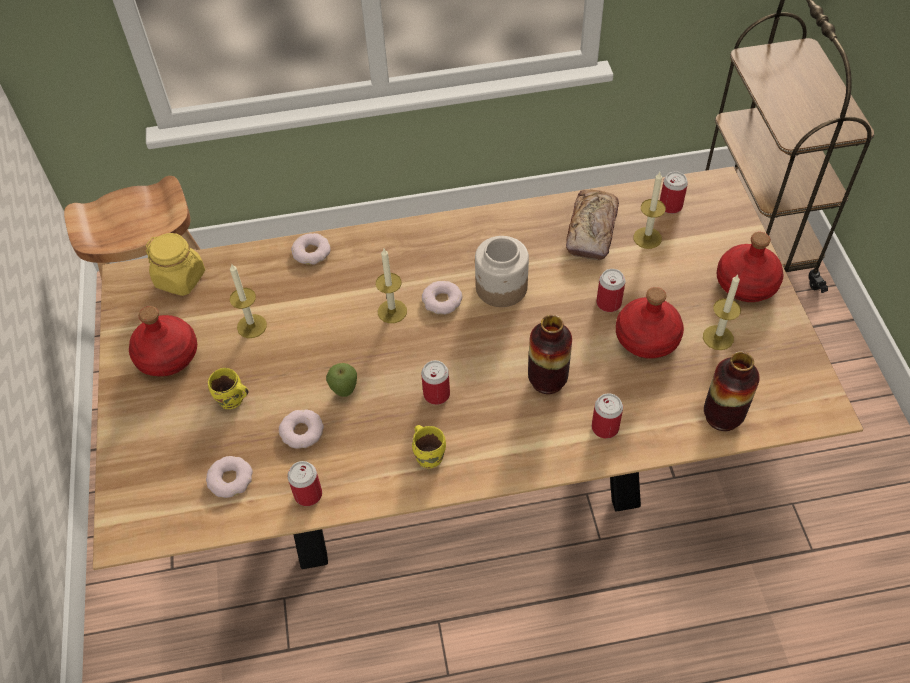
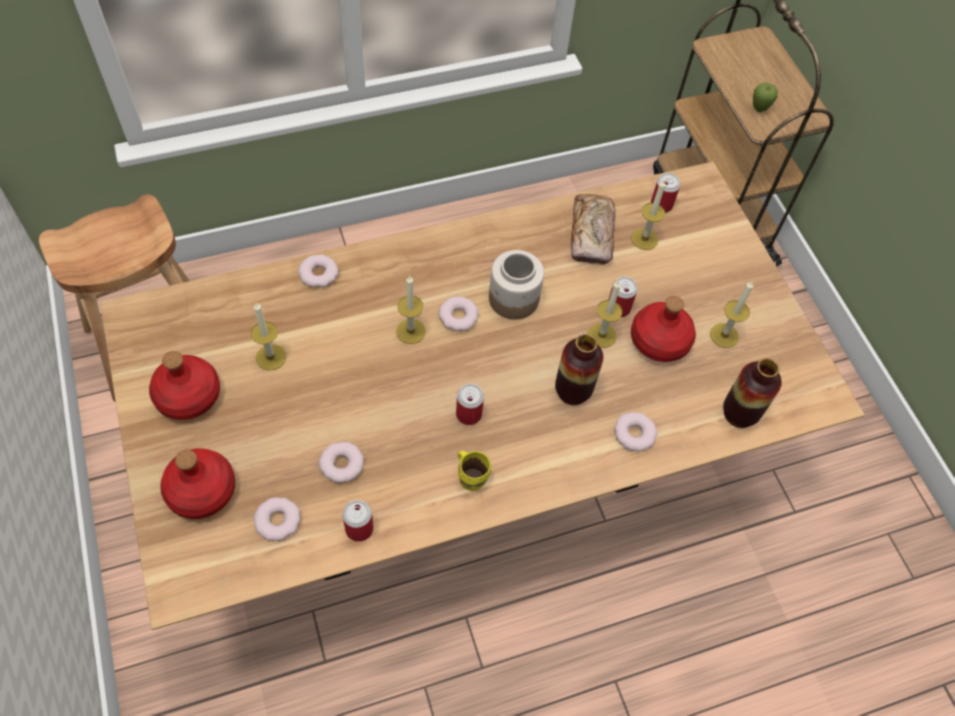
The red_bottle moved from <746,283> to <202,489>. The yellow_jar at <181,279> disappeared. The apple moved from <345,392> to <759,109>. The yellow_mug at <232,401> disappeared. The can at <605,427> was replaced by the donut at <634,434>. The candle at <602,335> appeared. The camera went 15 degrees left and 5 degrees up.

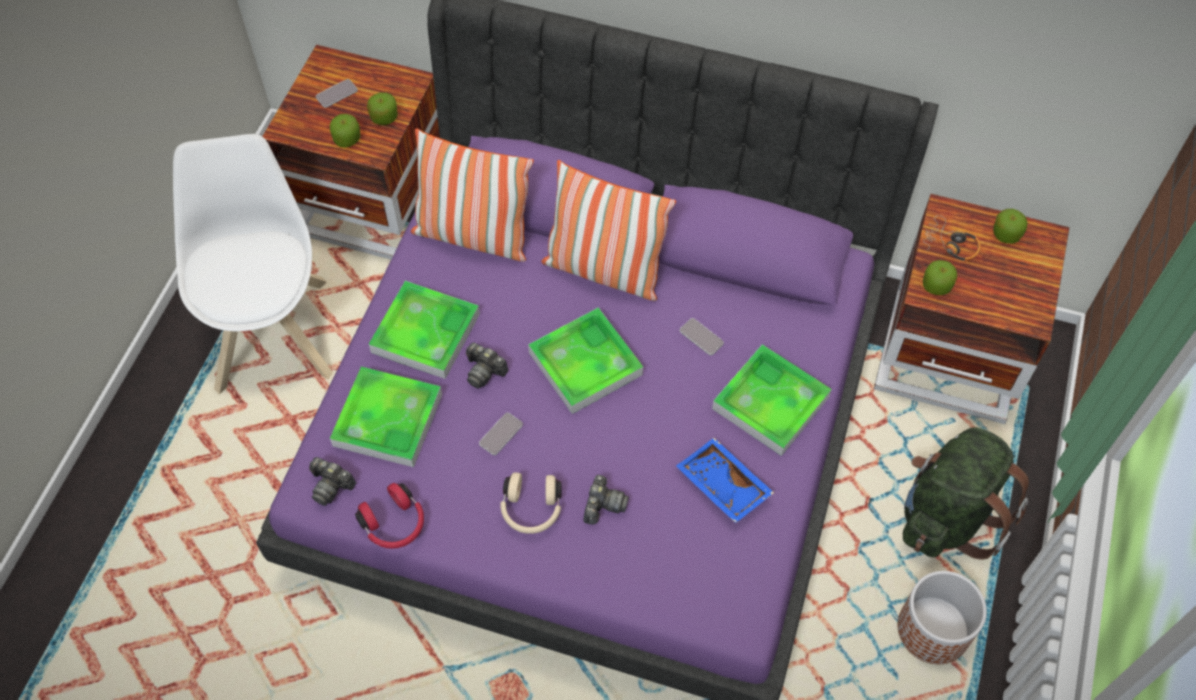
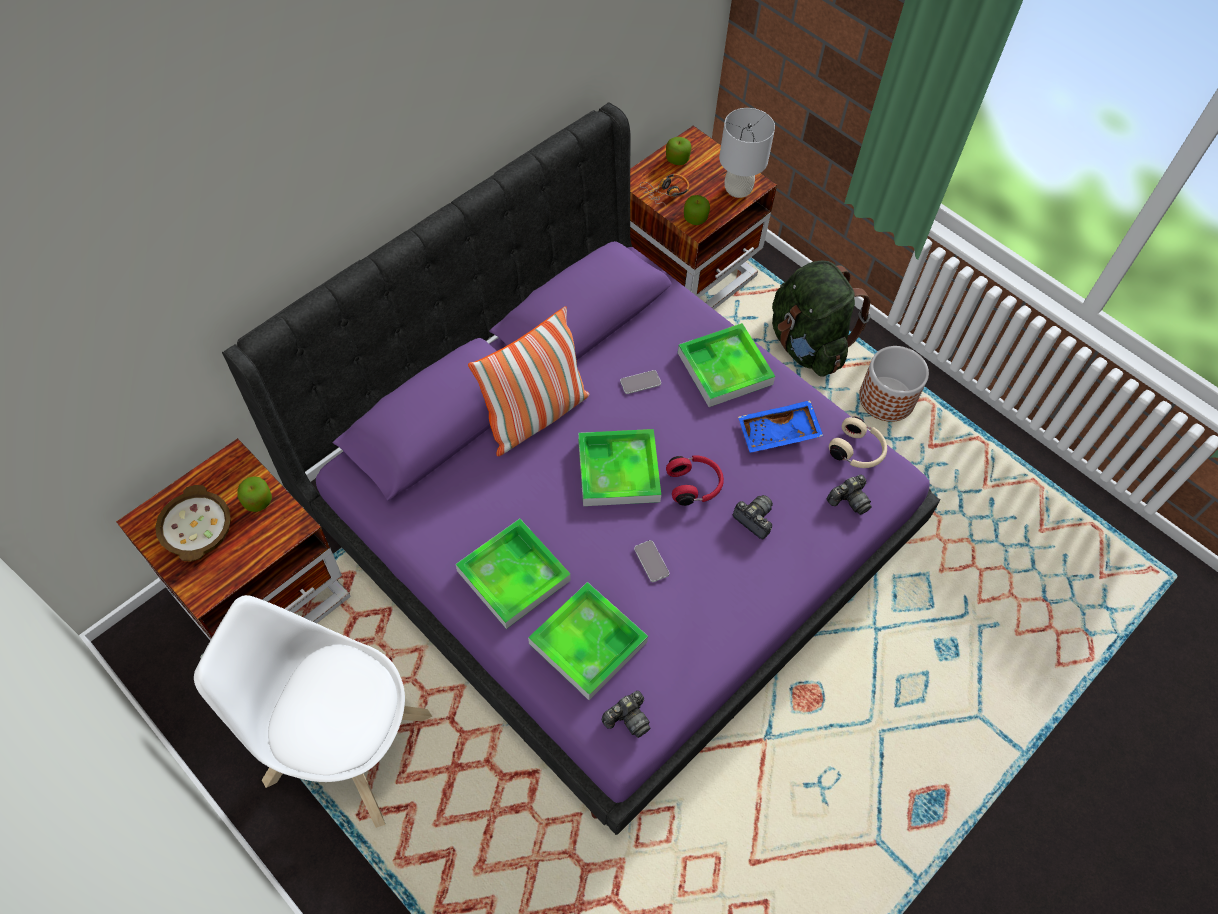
The phone at <336,94> was replaced by the bowl at <196,529>. The apple at <347,139> disappeared. The pillow at <473,236> disappeared. The photo_camera moved from <484,371> to <849,500>. The beige_headphones moved from <531,510> to <857,451>. The red_headphones moved from <394,524> to <694,485>. The grey_table_lamp at <739,190> appeared. The camera went 65 degrees left and 0 degrees up.

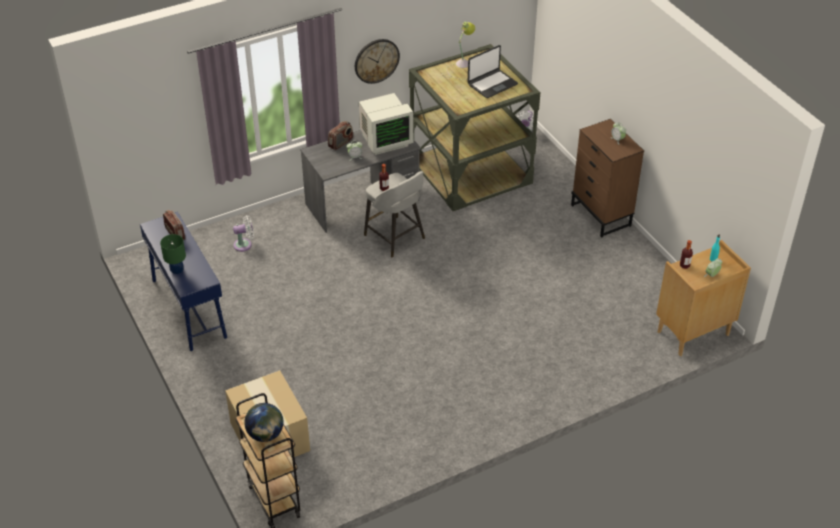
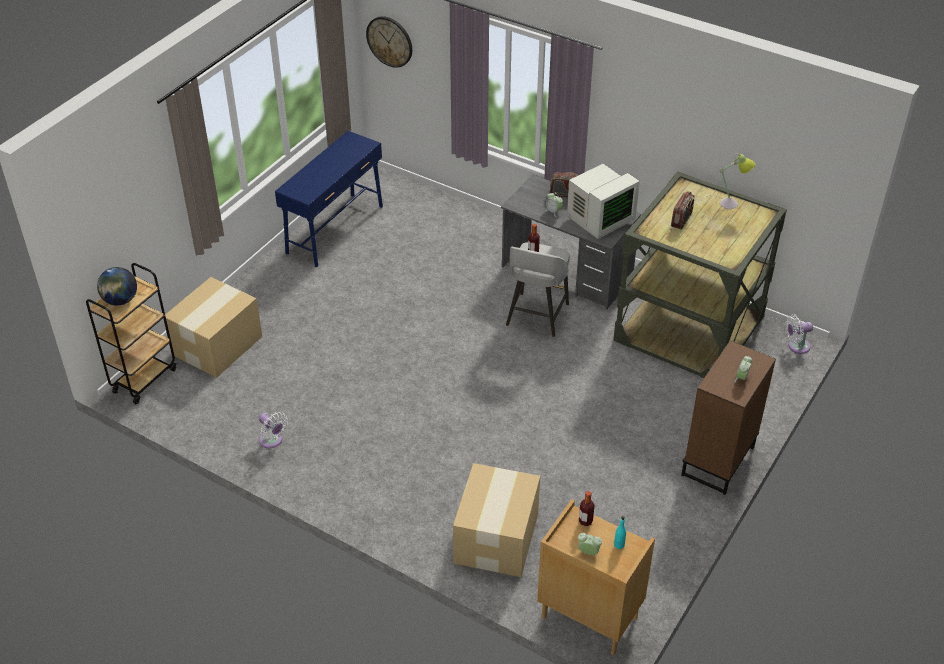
The wall_clock moved from <376,60> to <389,41>. The laptop at <492,84> disappeared. The monitor at <385,140> turned 75 degrees counterclockwise. The radio moved from <175,233> to <681,220>. The white_fan moved from <244,245> to <272,441>. The green_table_lamp at <176,271> disappeared. The cardboard_box at <495,539> appeared. The camera went 60 degrees right and 0 degrees up.

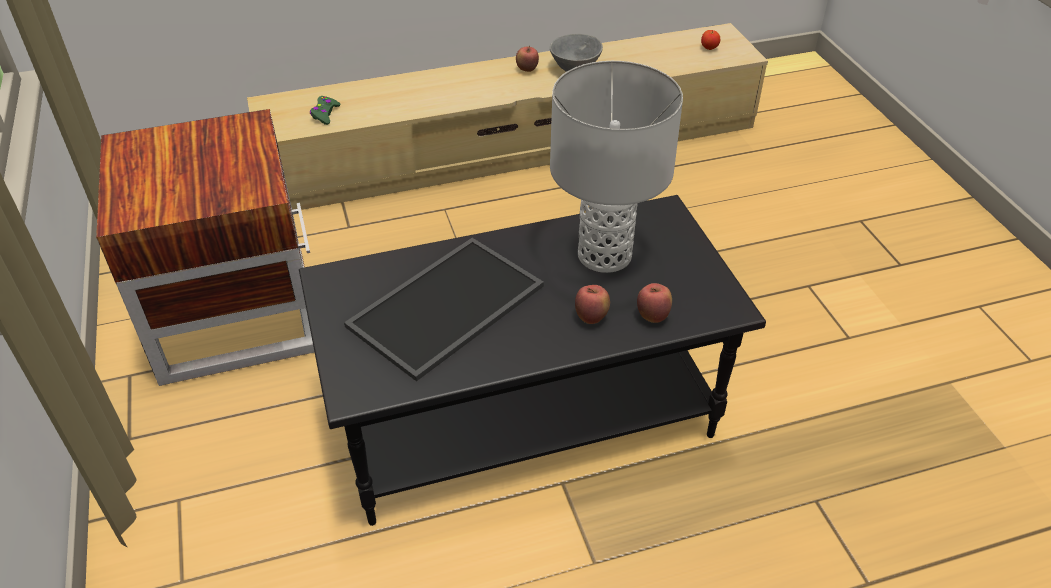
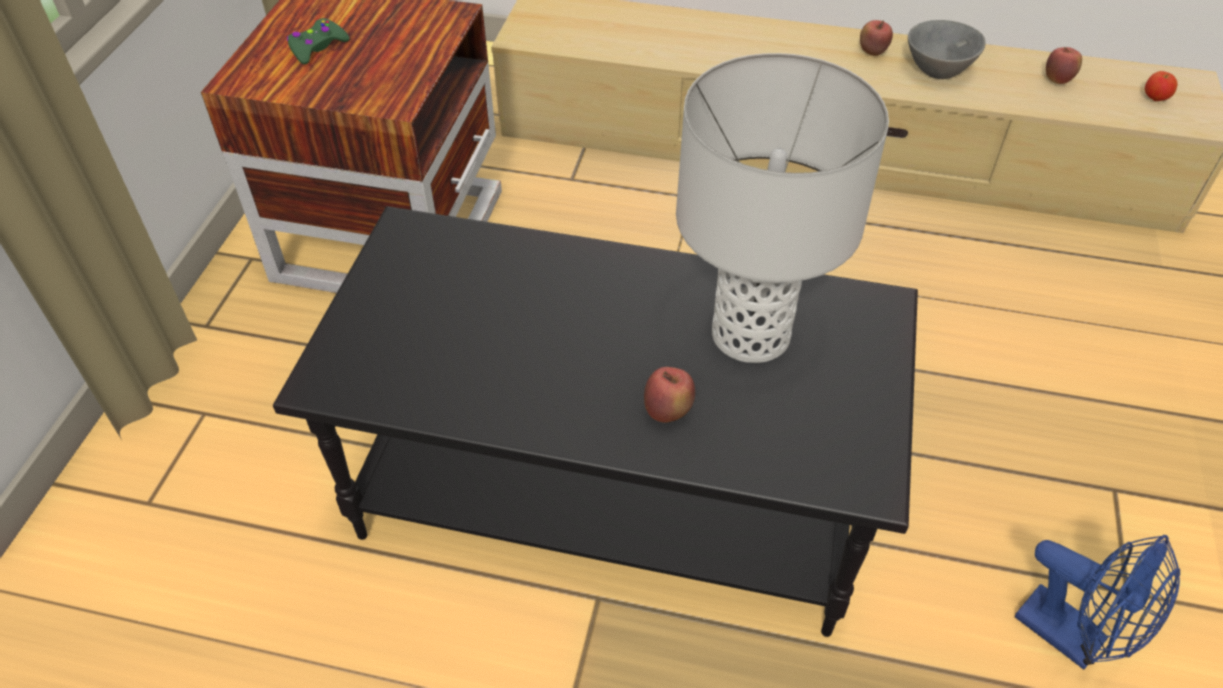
The green_game_controller moved from <325,114> to <317,48>. The tray at <447,308> disappeared. The apple moved from <653,316> to <1057,80>. The blue_fan at <1073,637> appeared. The camera went 30 degrees right and 5 degrees up.

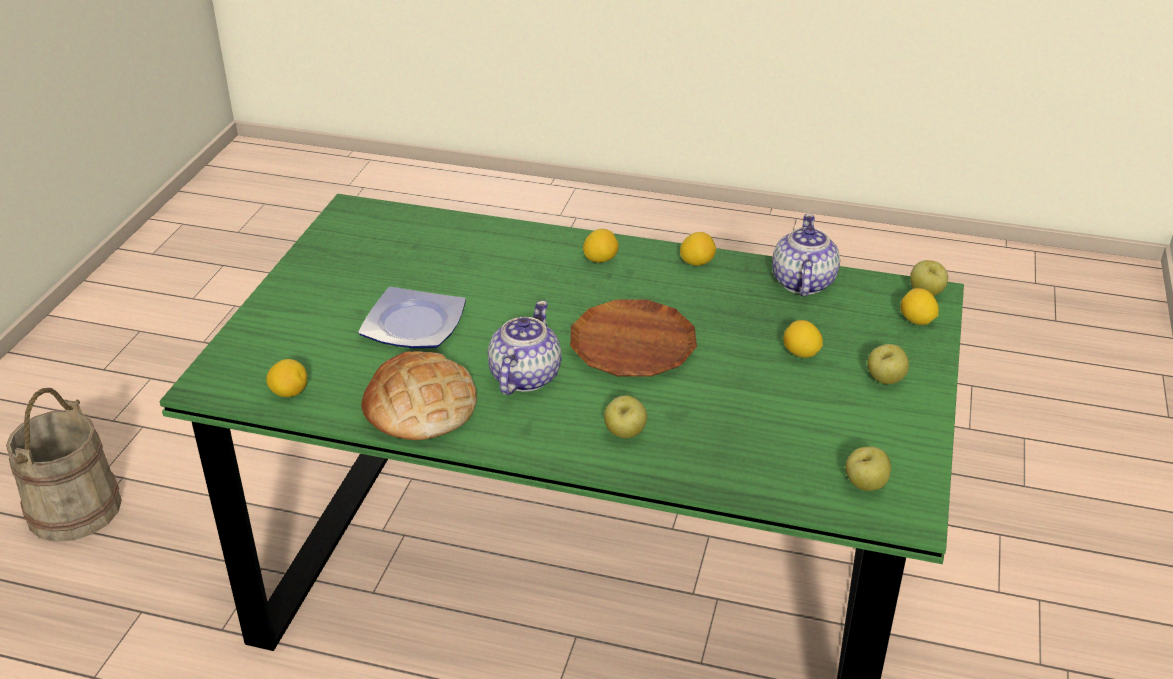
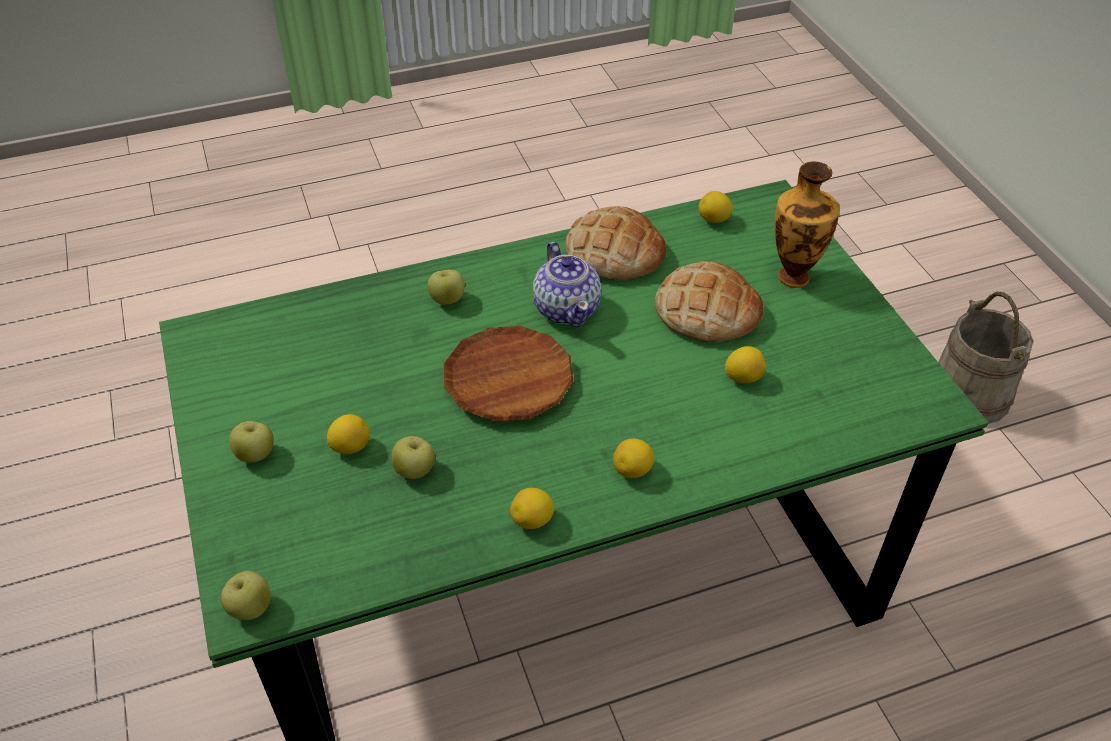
The teapot at <802,283> disappeared. The plate at <411,325> was replaced by the bread at <707,310>. The lemon moved from <916,321> to <743,377>. The apple moved from <865,485> to <415,470>. The vase at <793,275> appeared. The camera went 145 degrees right and 10 degrees up.

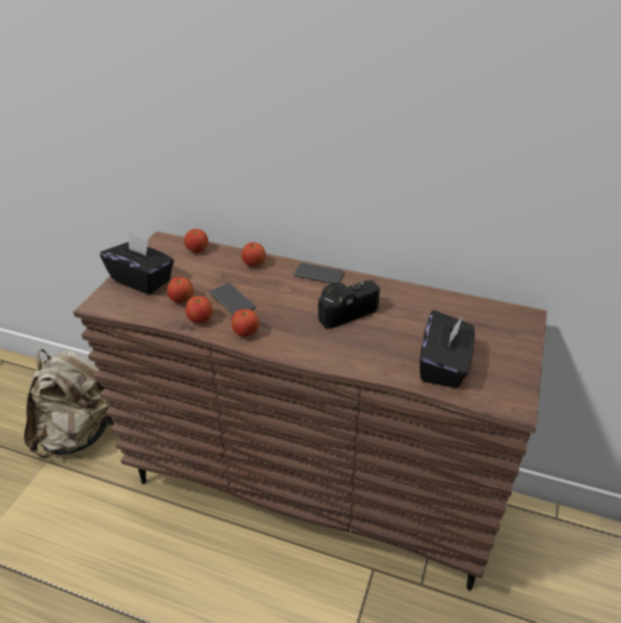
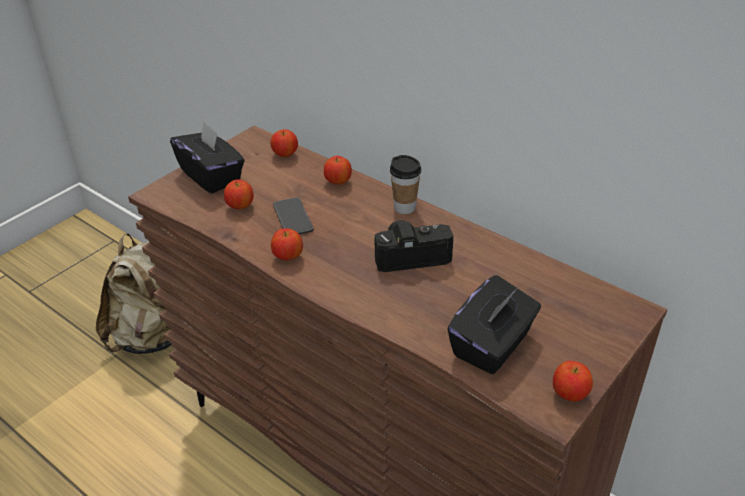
The phone at <319,274> was replaced by the cup at <404,207>. The apple moved from <200,320> to <569,394>. The camera went 20 degrees right and 0 degrees up.

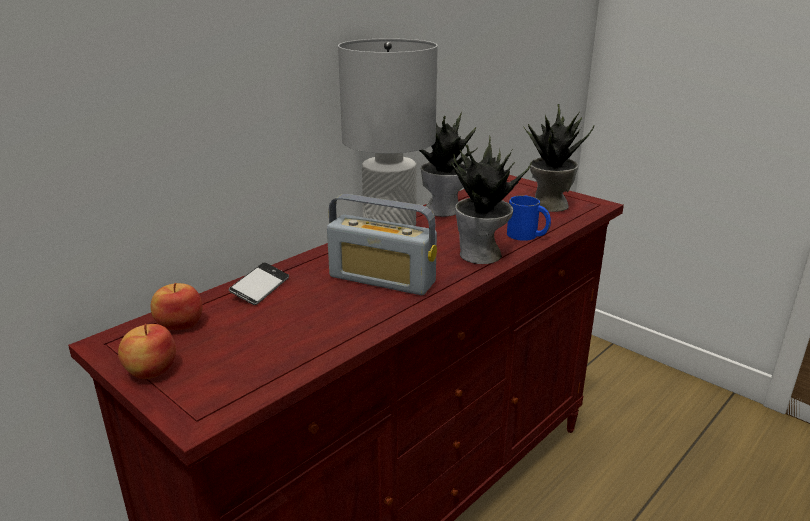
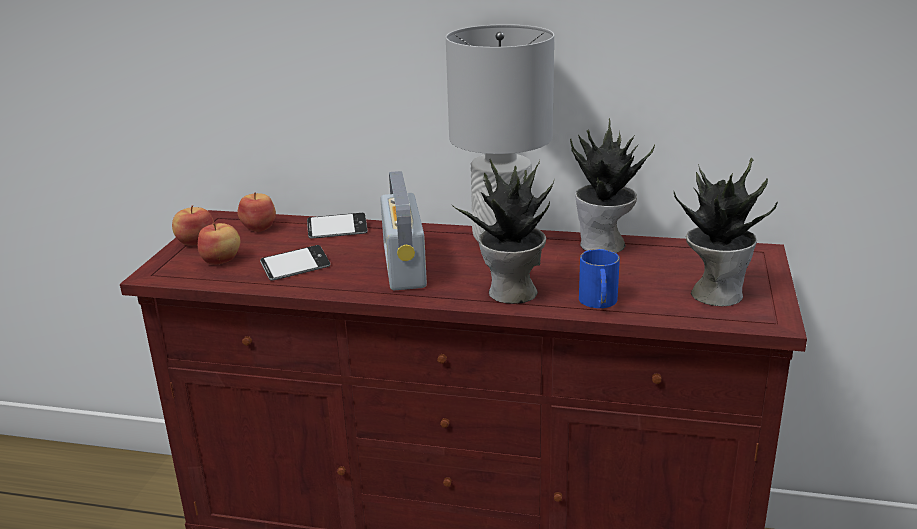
The apple at <222,260> appeared. The phone at <296,268> appeared. The camera went 60 degrees right and 0 degrees up.

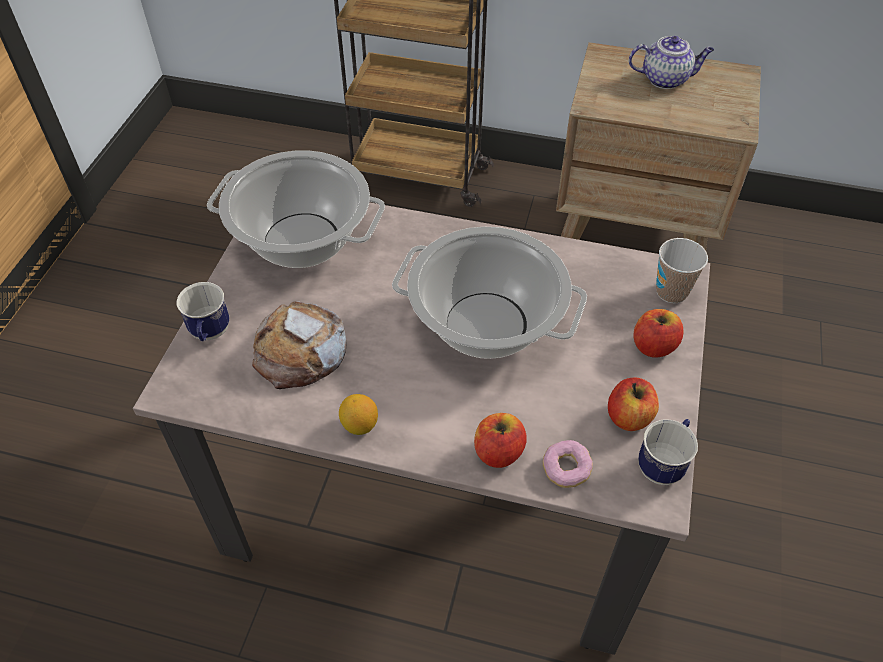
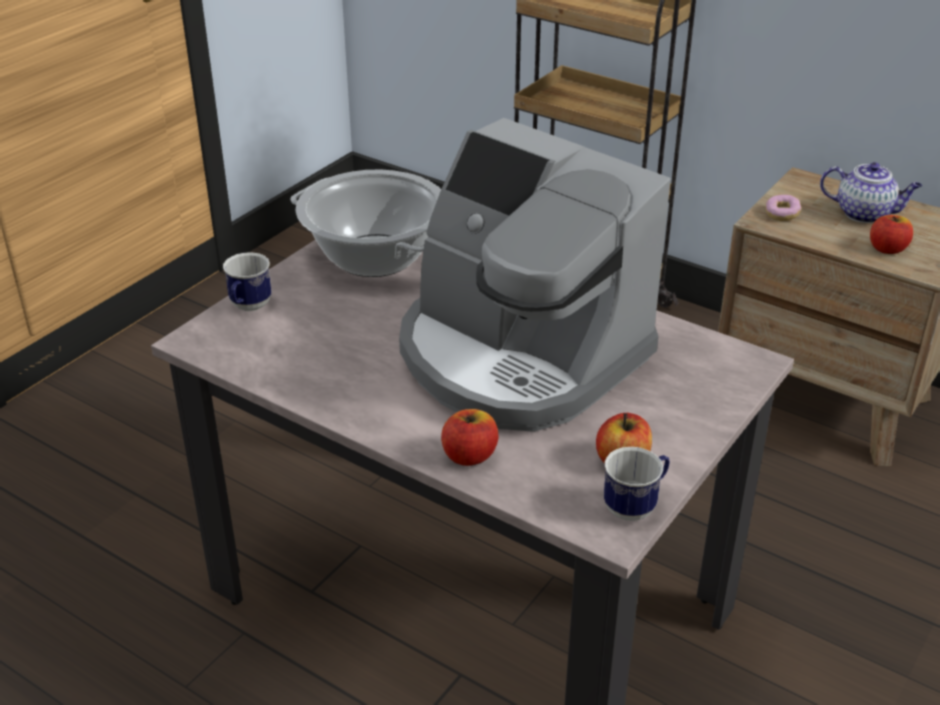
The cooking_pot at <487,325> was replaced by the coffee_machine at <518,357>. The cup at <671,292> disappeared. The bread at <300,351> disappeared. The apple moved from <653,346> to <887,249>. The lemon at <359,425> disappeared. The donut moved from <566,469> to <781,215>. The camera went 20 degrees right and 15 degrees down.

